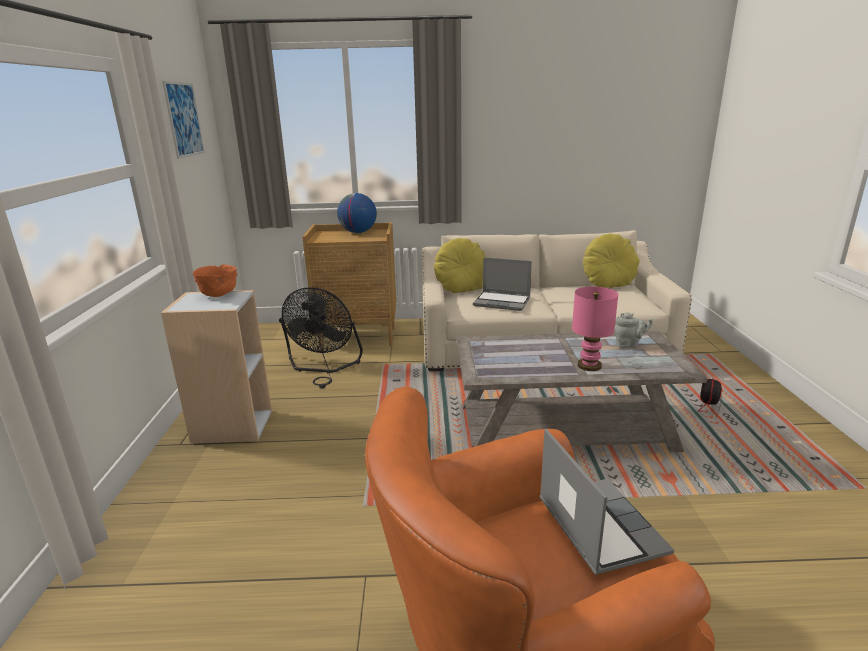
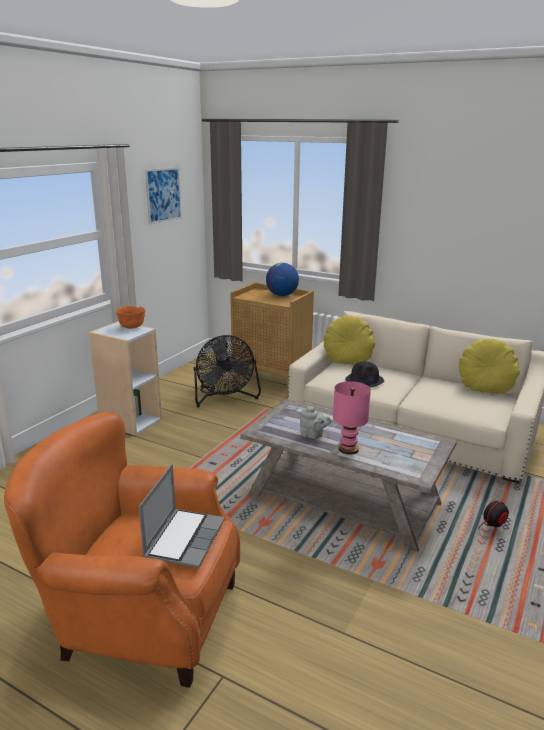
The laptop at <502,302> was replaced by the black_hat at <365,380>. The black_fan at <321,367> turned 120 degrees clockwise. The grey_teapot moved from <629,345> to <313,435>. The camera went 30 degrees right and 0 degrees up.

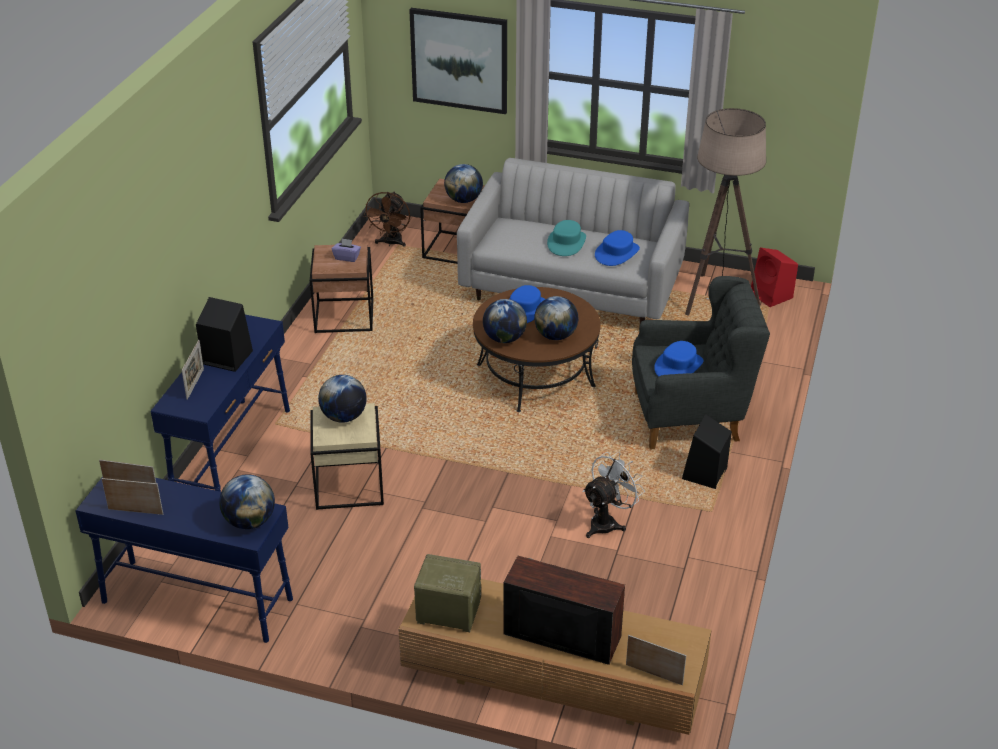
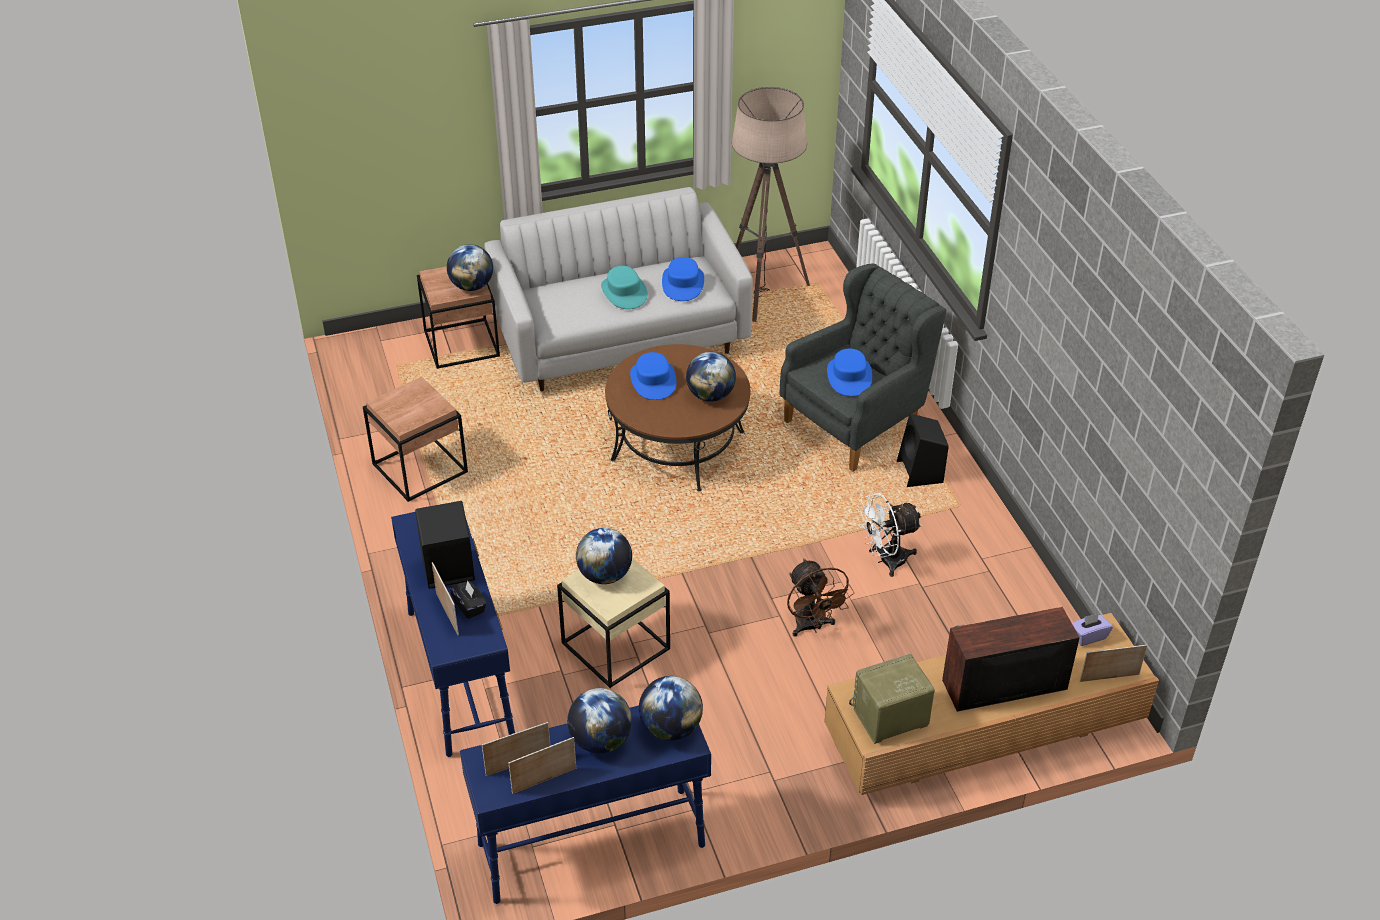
The picture at <459,60> disappeared. The brown_fan moved from <390,243> to <812,626>. The purple_tissue_box moved from <347,257> to <1088,636>. The red_speaker at <772,295> disappeared. The globe moved from <504,339> to <600,741>. The white_fan at <607,522> turned 120 degrees counterclockwise. The black_tissue_box at <469,606> appeared. The camera went 35 degrees left and 5 degrees up.

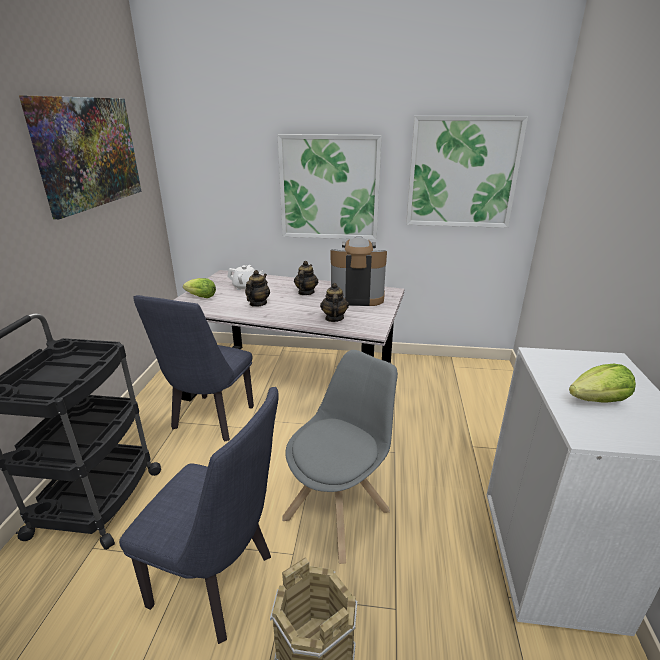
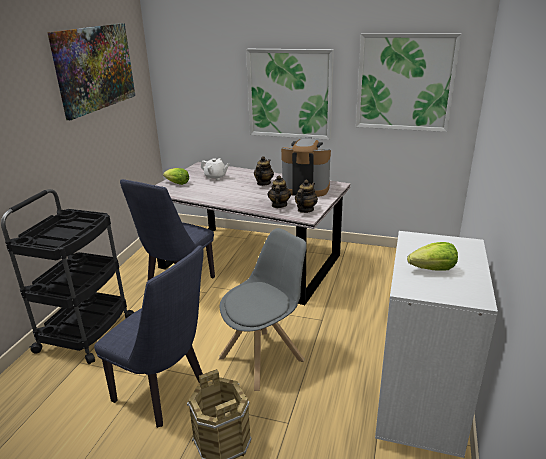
The teapot moved from <258,303> to <305,210>. The camera went 10 degrees right and 0 degrees up.

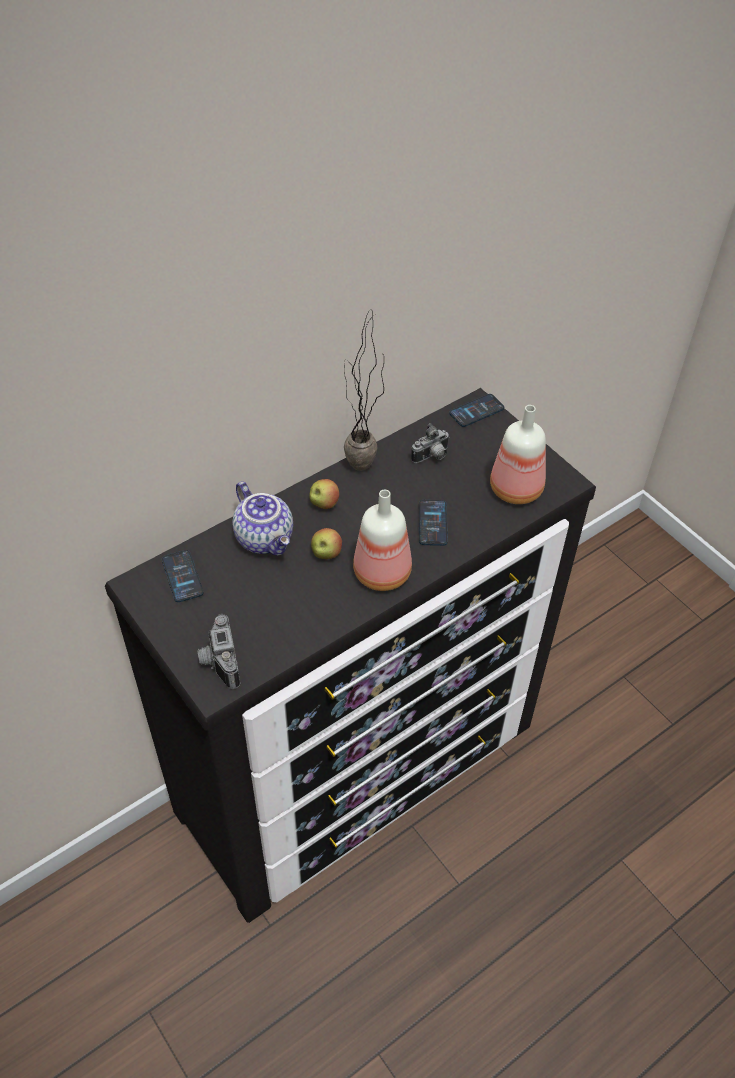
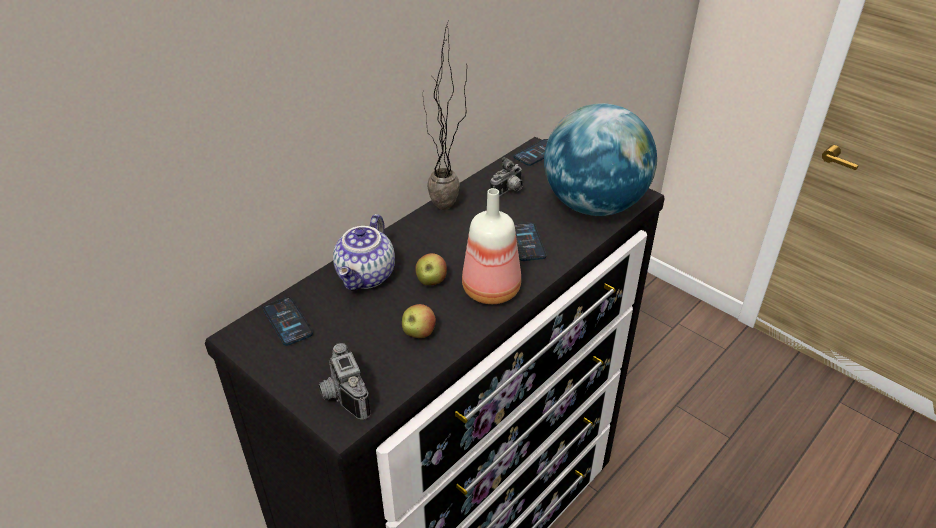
The bottle at <516,488> was replaced by the globe at <594,205>. The apple moved from <324,504> to <418,333>. The teapot at <266,538> turned 60 degrees clockwise. The camera went 10 degrees left and 10 degrees down.

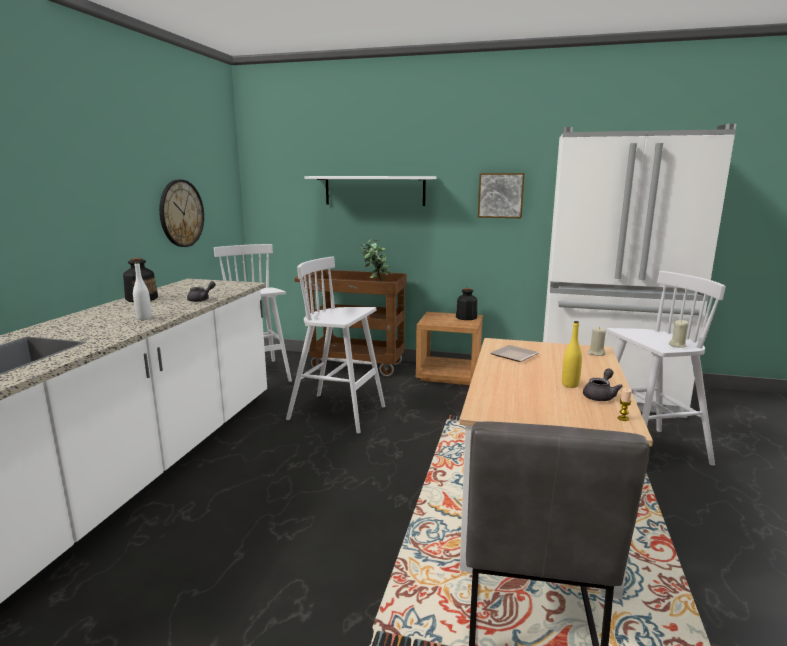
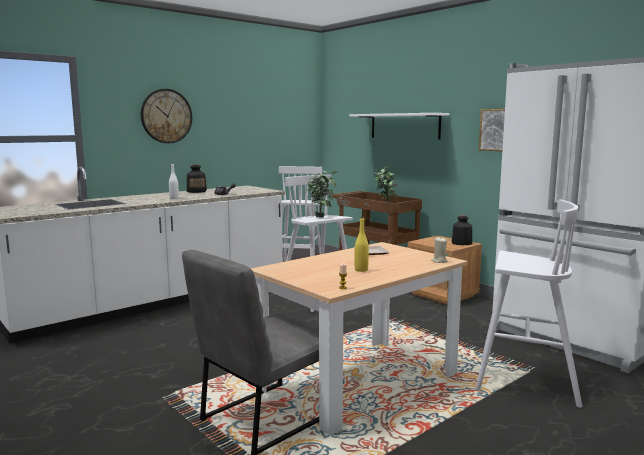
The wall_clock moved from <181,213> to <166,116>. The beige_candle at <677,345> disappeared. The grey_teapot at <600,396> disappeared. The potted_plant at <321,217> appeared. The camera went 35 degrees right and 5 degrees down.

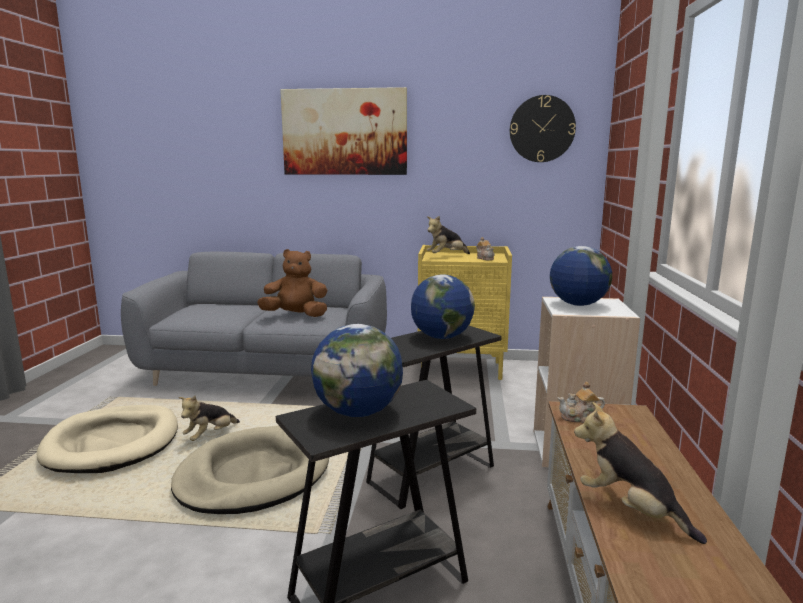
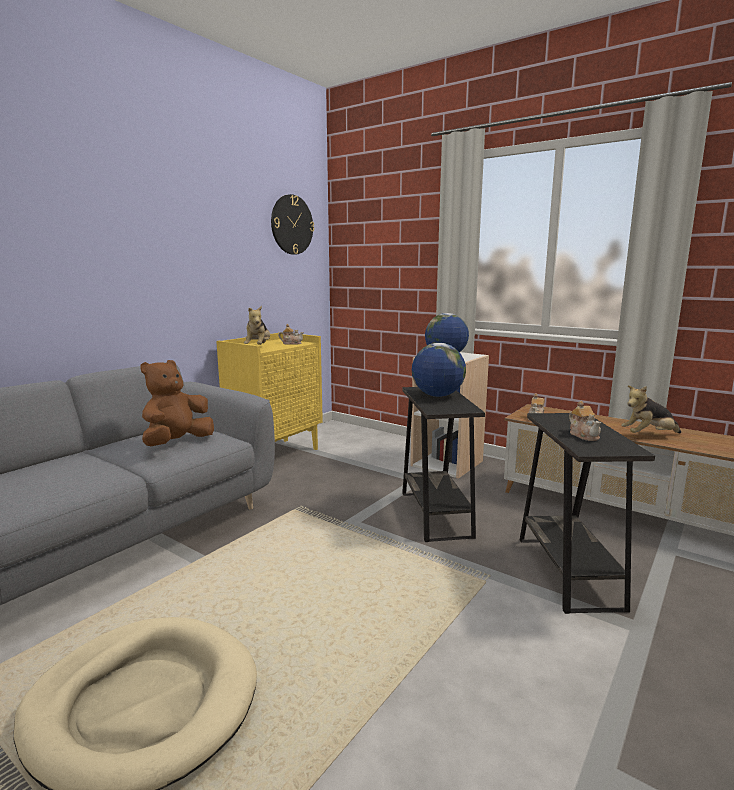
The picture at <344,132> disappeared. The globe at <358,412> was replaced by the teapot at <584,435>. The plush_toy at <210,436> disappeared. The beige_dog_bed at <253,475> disappeared. The camera went 60 degrees left and 0 degrees up.

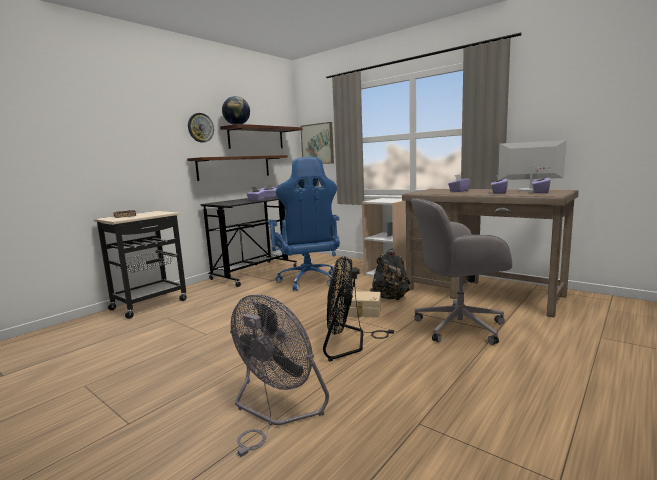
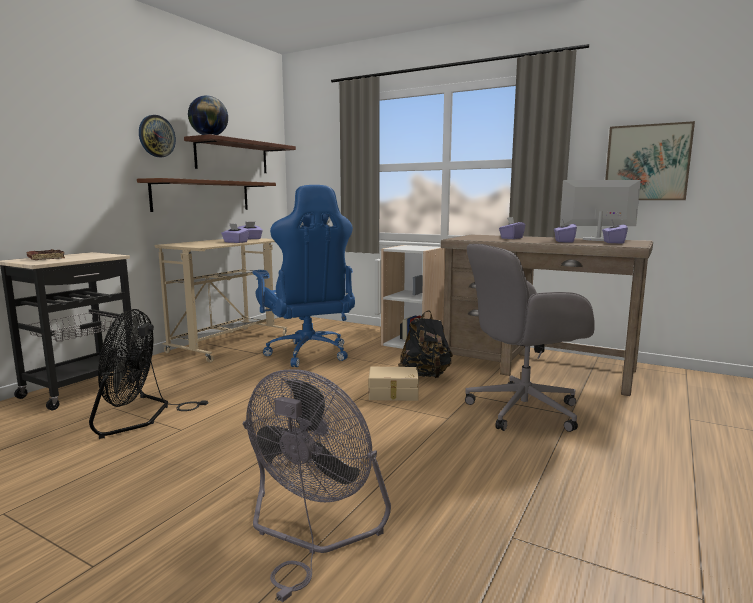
The picture moved from <317,144> to <647,163>. The black_desk at <254,273> became the beige_desk at <229,343>. The black_fan moved from <350,340> to <146,414>. The camera went 10 degrees left and 0 degrees up.

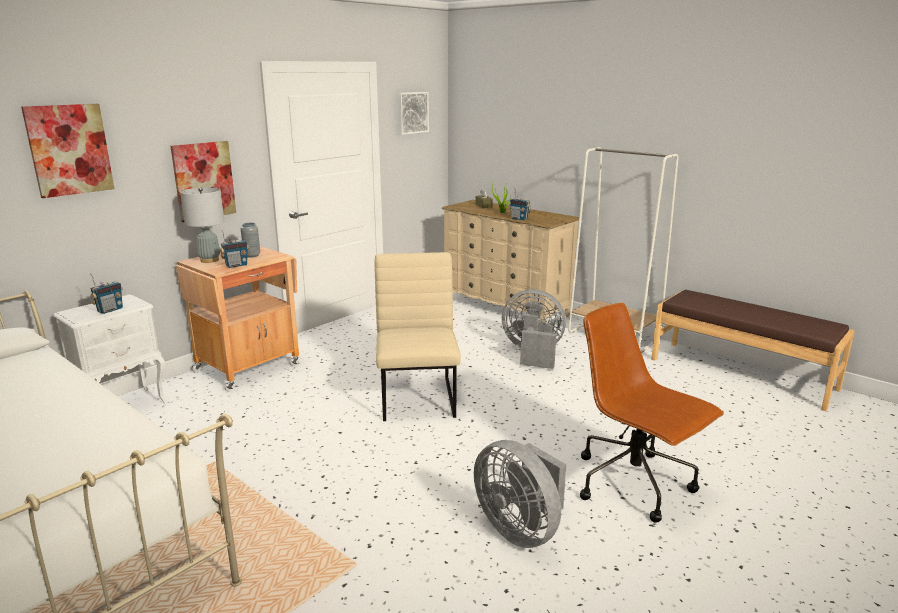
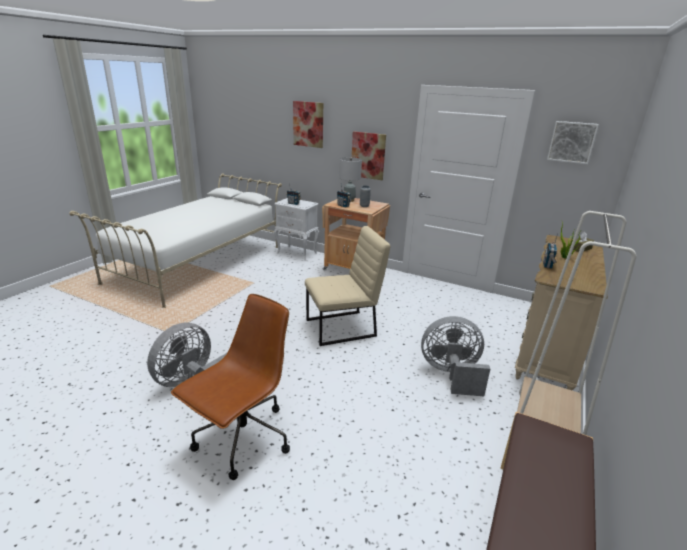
The grey_fan at <532,353> turned 90 degrees counterclockwise. The camera went 75 degrees right and 5 degrees up.

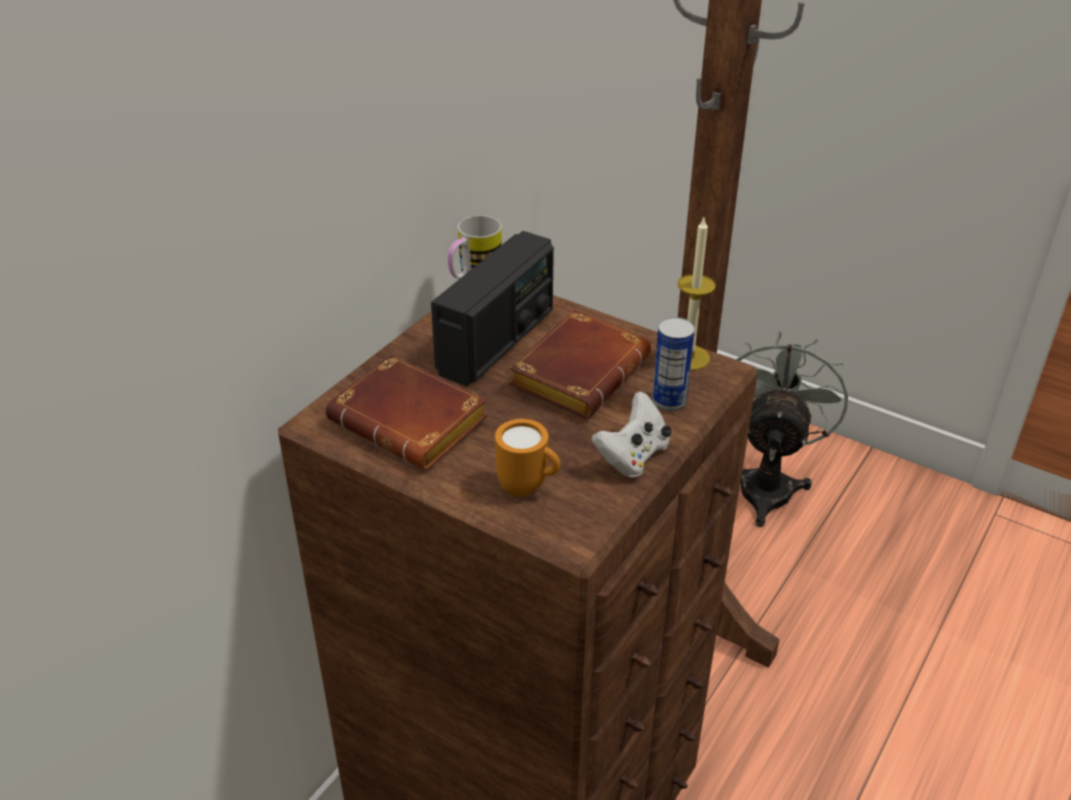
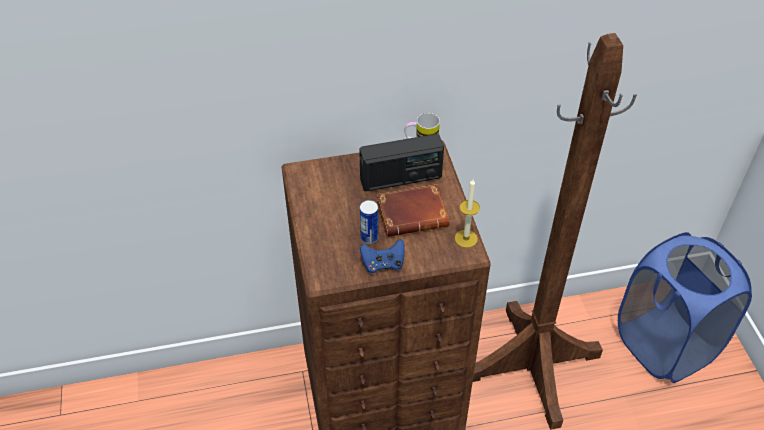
The can moved from <669,401> to <369,238>. The grey_fan at <767,483> was replaced by the blue_laundry_basket at <664,345>. The brown_book at <414,422> disappeared. The white_game_controller at <632,456> became the blue_game_controller at <383,264>. The orange_mug at <529,488> disappeared. The camera went 45 degrees right and 10 degrees up.

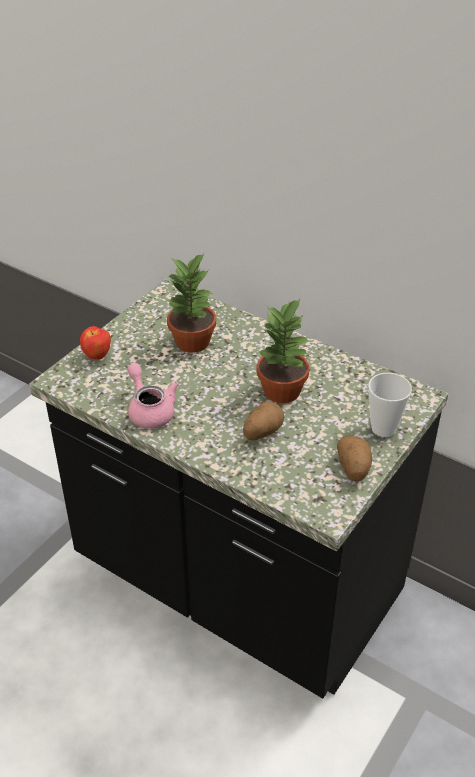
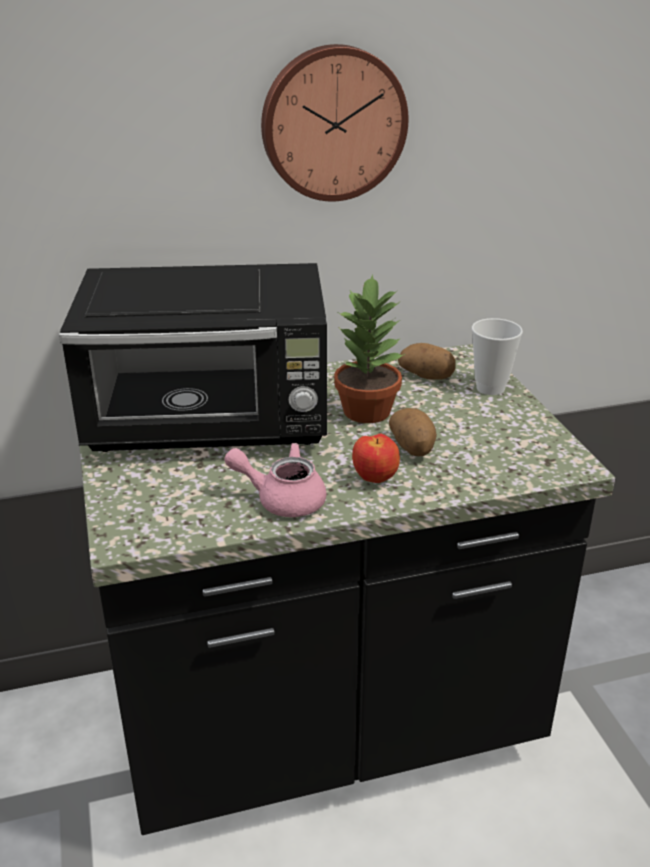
The potted_plant at <193,342> was replaced by the black_microwave at <212,424>. The apple moved from <97,356> to <375,479>. The potato moved from <353,468> to <427,376>. The wall_clock at <333,123> appeared. The camera went 50 degrees left and 10 degrees down.

